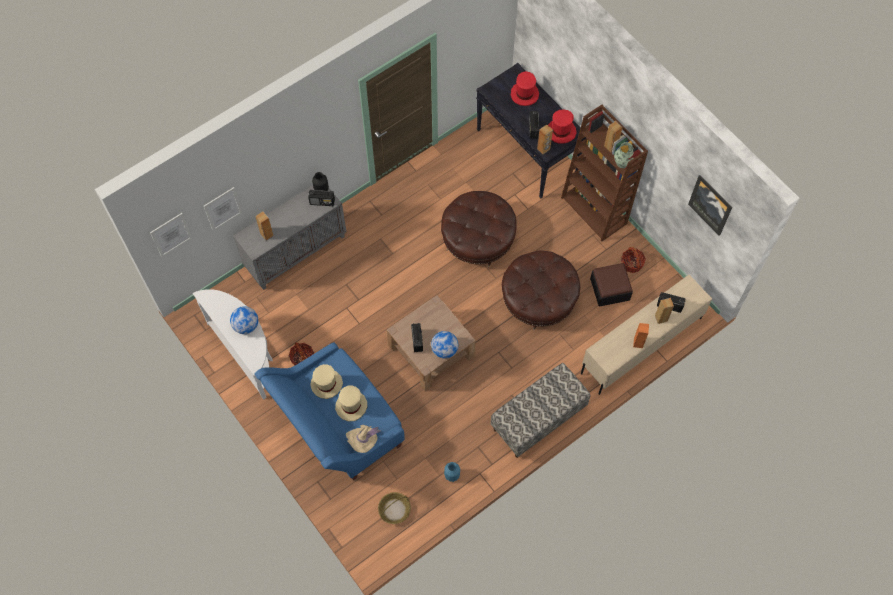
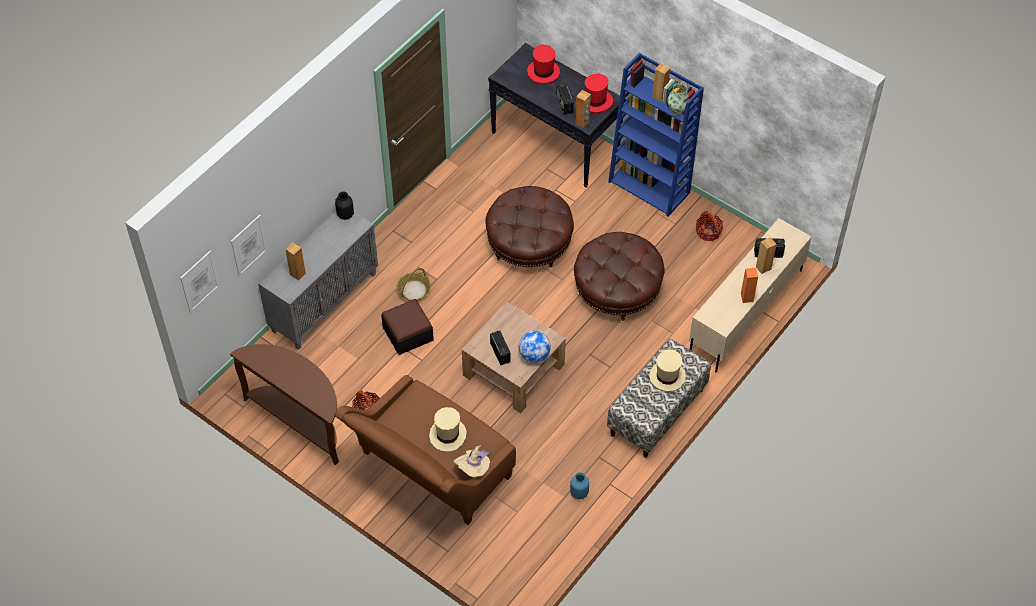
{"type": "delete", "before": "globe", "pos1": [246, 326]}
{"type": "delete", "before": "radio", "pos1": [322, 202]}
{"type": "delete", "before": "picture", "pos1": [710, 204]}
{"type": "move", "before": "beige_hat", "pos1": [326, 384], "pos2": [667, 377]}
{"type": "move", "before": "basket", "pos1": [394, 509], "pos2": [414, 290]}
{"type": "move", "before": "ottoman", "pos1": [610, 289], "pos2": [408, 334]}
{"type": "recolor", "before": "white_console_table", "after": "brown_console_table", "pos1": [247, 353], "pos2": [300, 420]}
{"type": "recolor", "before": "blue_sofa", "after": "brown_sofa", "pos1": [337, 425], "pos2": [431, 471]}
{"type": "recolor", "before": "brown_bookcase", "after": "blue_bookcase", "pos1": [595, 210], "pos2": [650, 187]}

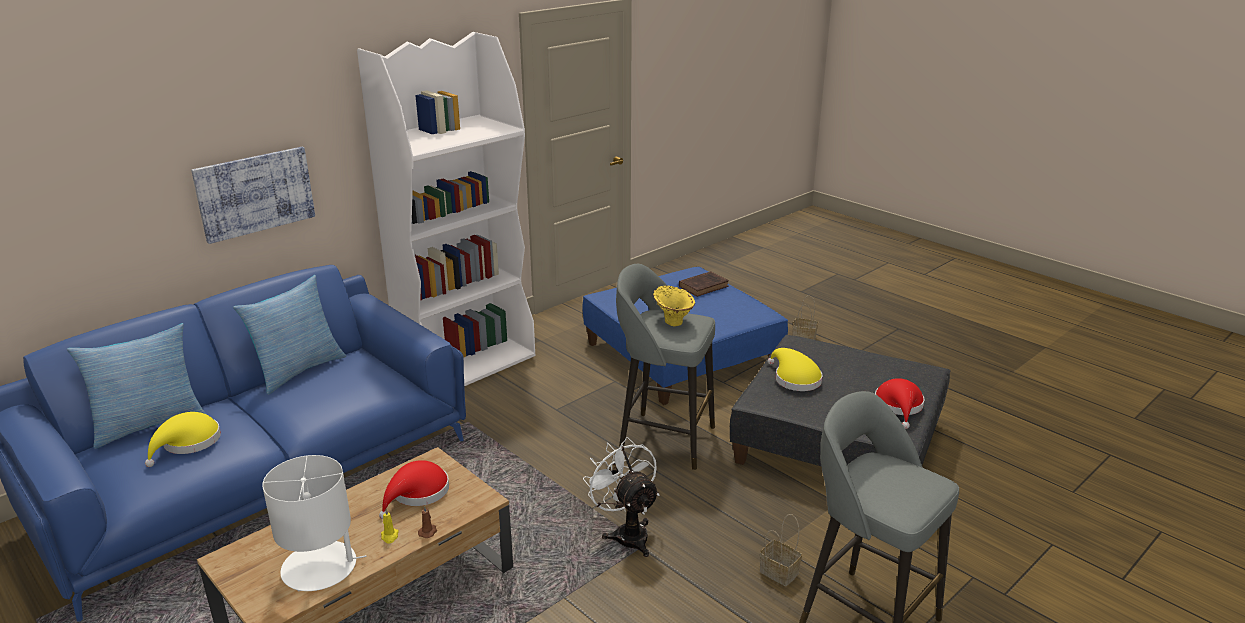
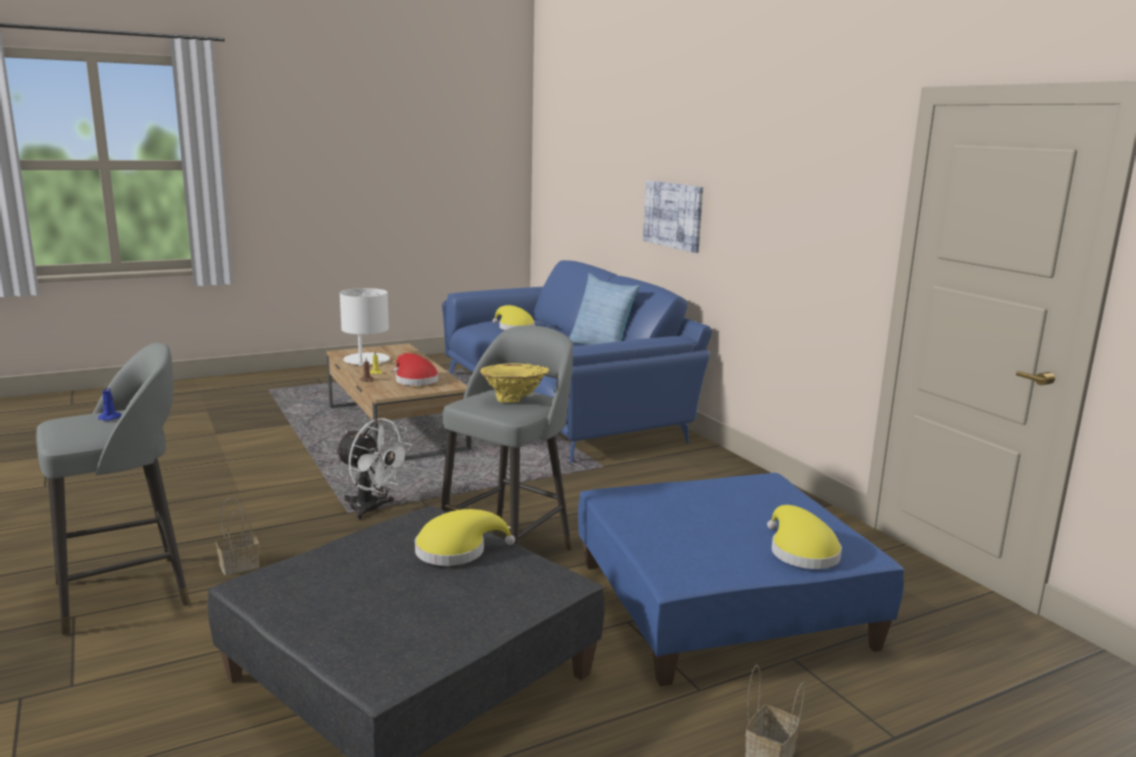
{"type": "delete", "before": "pillow", "pos1": [150, 424]}
{"type": "delete", "before": "white_bookcase", "pos1": [467, 363]}
{"type": "delete", "before": "red_hat", "pos1": [899, 406]}
{"type": "insert", "after": "blue_candle", "pos2": [111, 417]}
{"type": "replace", "before": "brown_book", "after": "yellow_hat", "pos1": [704, 286], "pos2": [801, 552]}
{"type": "rotate", "before": "white_fan", "pos1": [627, 533], "pos2": [372, 509], "turn": 45}

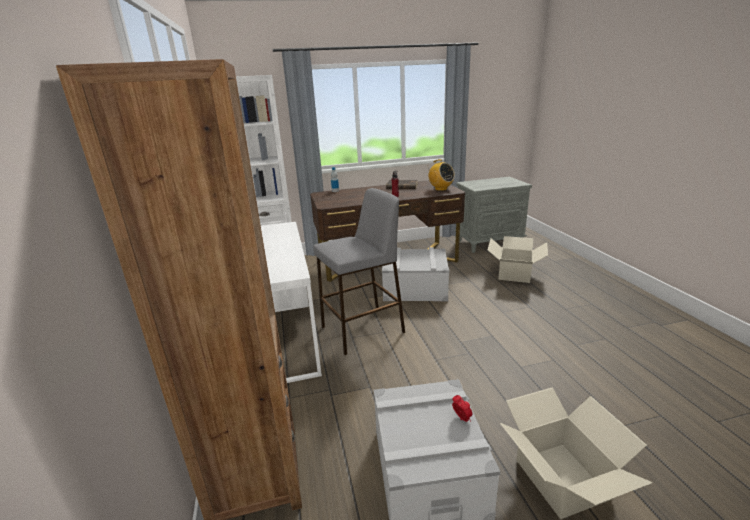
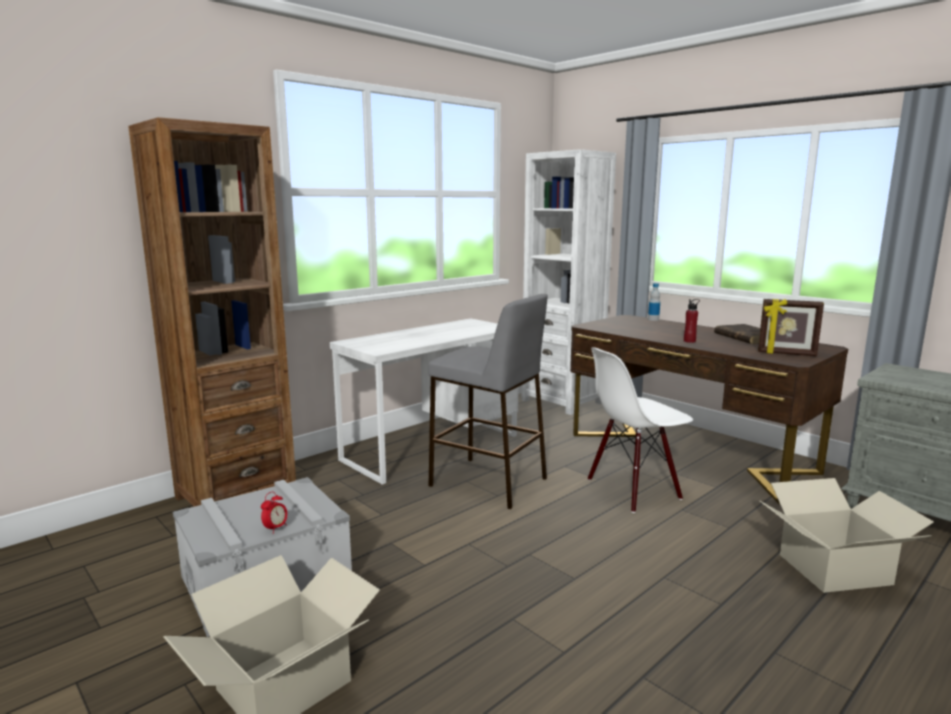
{"type": "replace", "before": "grey_storage_box", "after": "white_chair", "pos1": [415, 289], "pos2": [633, 490]}
{"type": "replace", "before": "radio", "after": "picture_frame", "pos1": [440, 189], "pos2": [786, 354]}

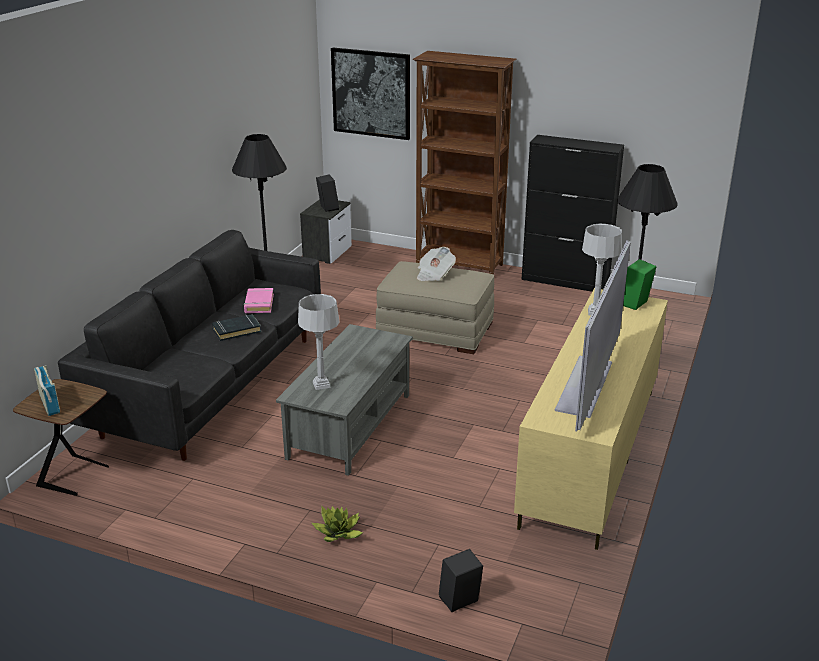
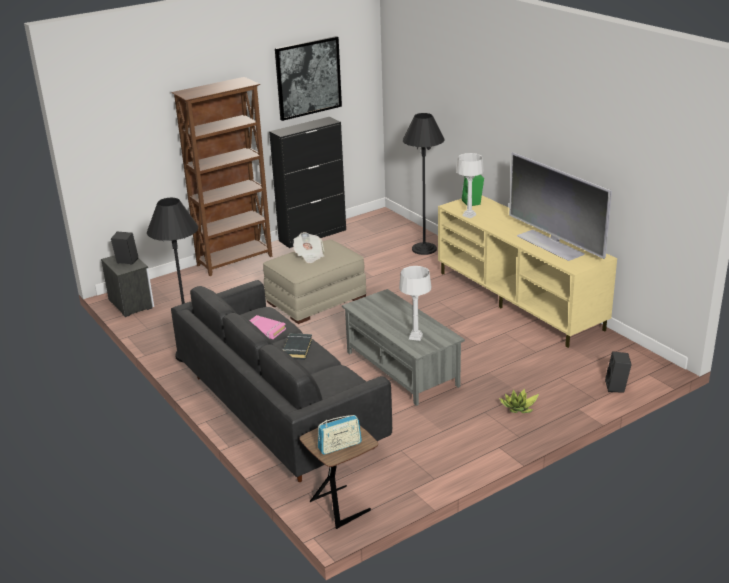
{"type": "move", "before": "picture", "pos1": [371, 93], "pos2": [308, 78]}
{"type": "rotate", "before": "radio", "pos1": [49, 404], "pos2": [340, 446], "turn": 150}

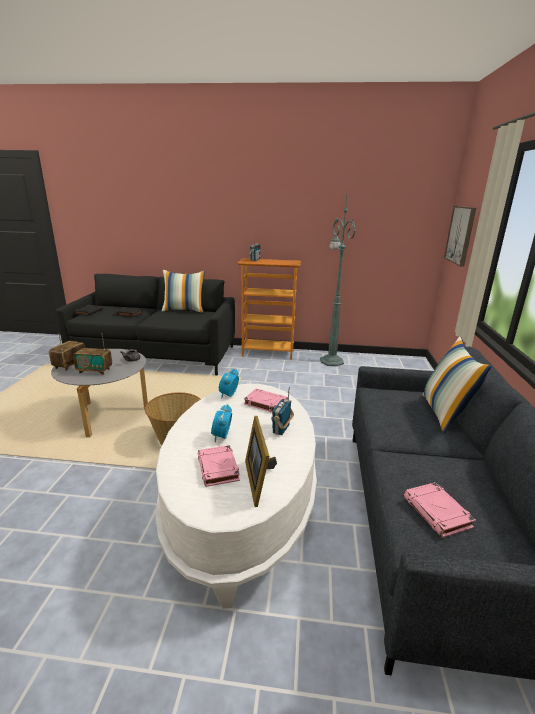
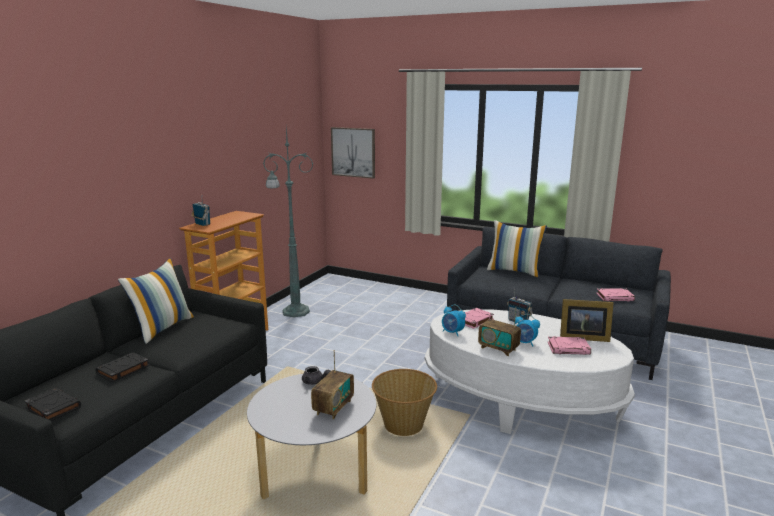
{"type": "move", "before": "radio", "pos1": [70, 365], "pos2": [498, 348]}

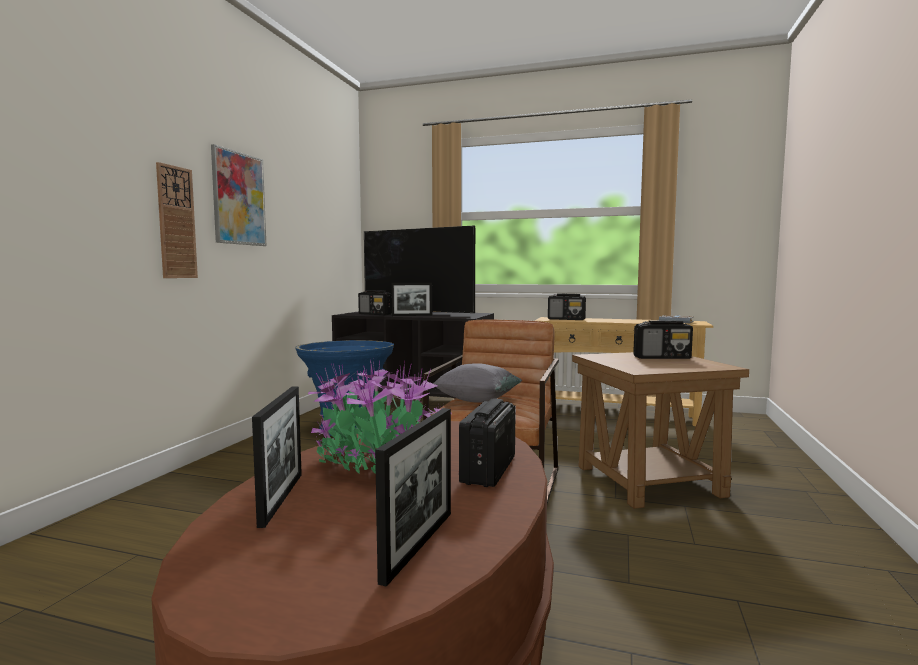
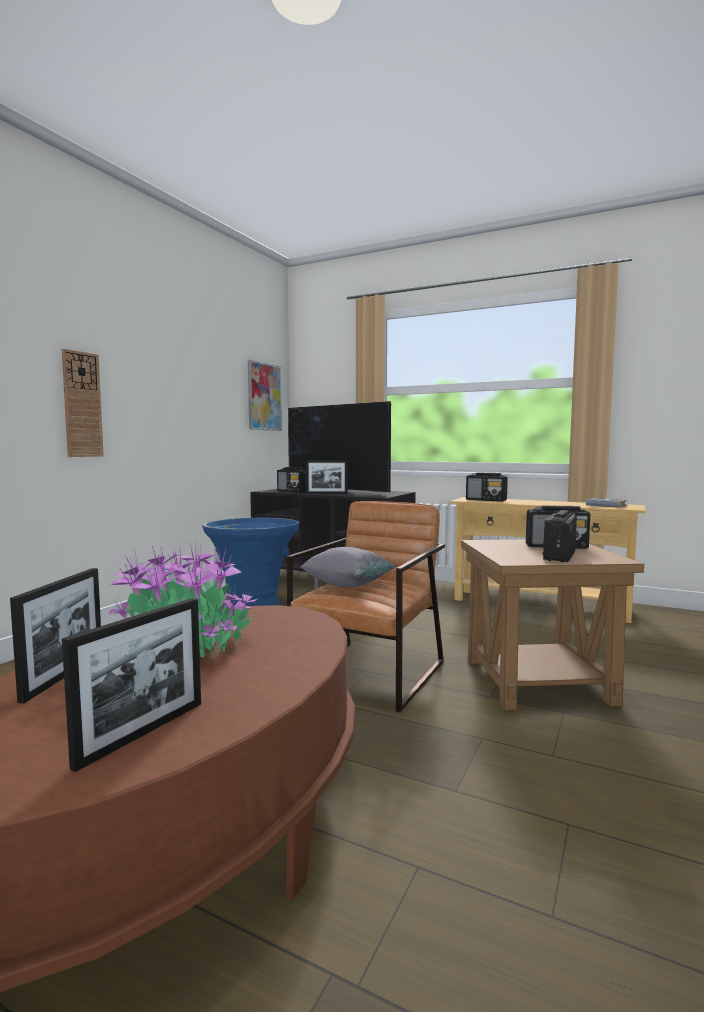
{"type": "move", "before": "picture", "pos1": [238, 199], "pos2": [264, 397]}
{"type": "move", "before": "radio", "pos1": [488, 470], "pos2": [559, 556]}

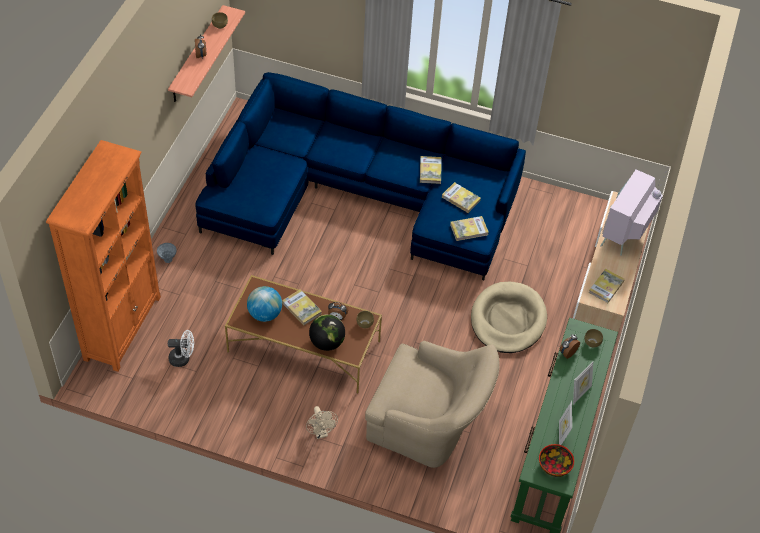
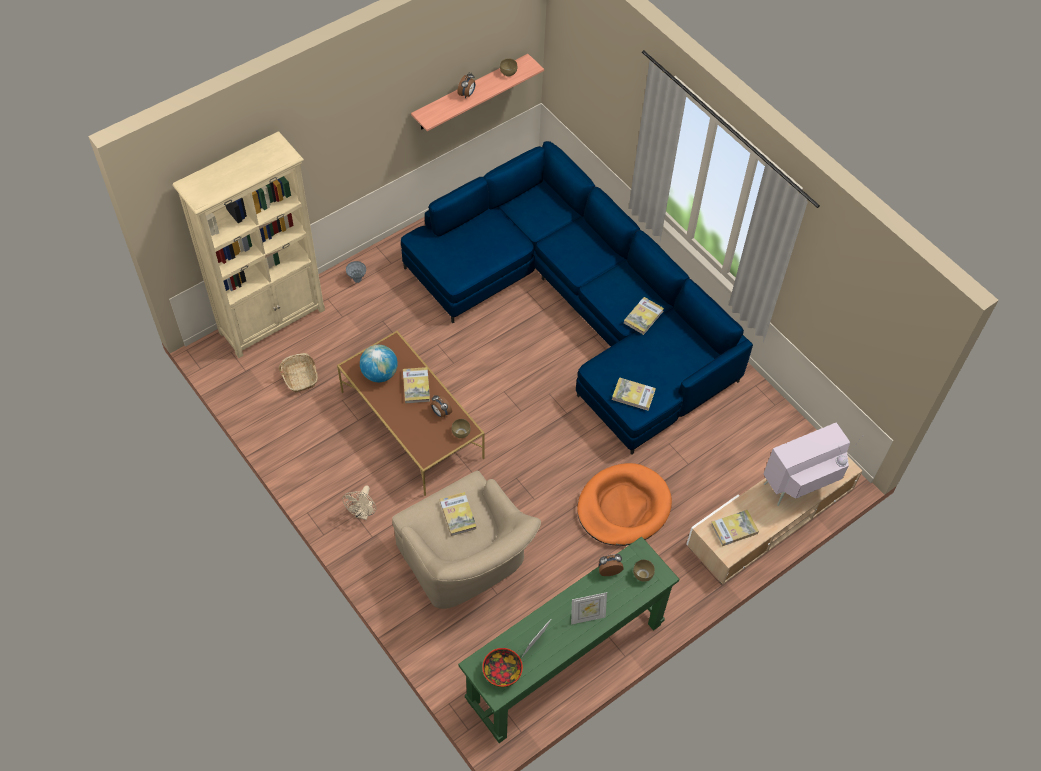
{"type": "delete", "before": "globe", "pos1": [327, 342]}
{"type": "move", "before": "book", "pos1": [461, 199], "pos2": [458, 515]}
{"type": "replace", "before": "white_fan", "after": "basket", "pos1": [183, 358], "pos2": [300, 376]}
{"type": "recolor", "before": "orange_bookcase", "after": "beige_bookcase", "pos1": [123, 327], "pos2": [273, 321]}
{"type": "recolor", "before": "beige_dog_bed", "after": "orange_dog_bed", "pos1": [508, 320], "pos2": [623, 507]}

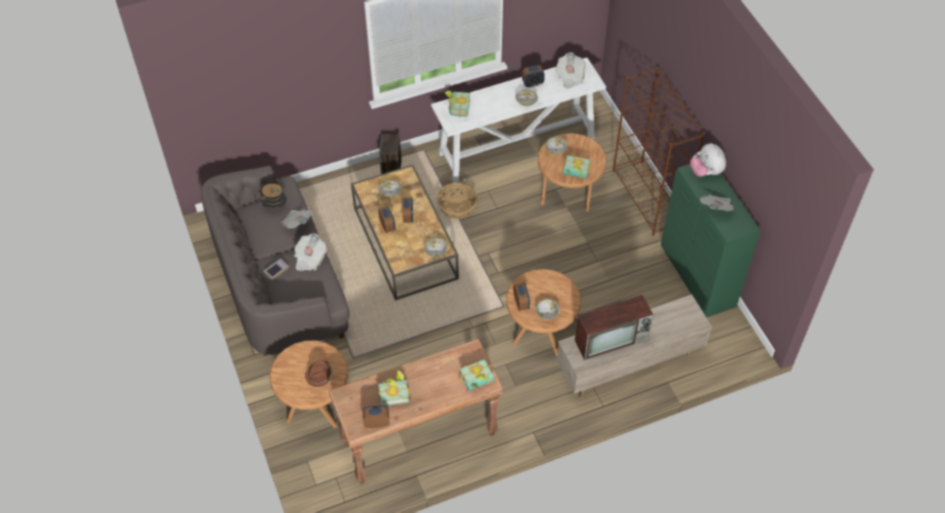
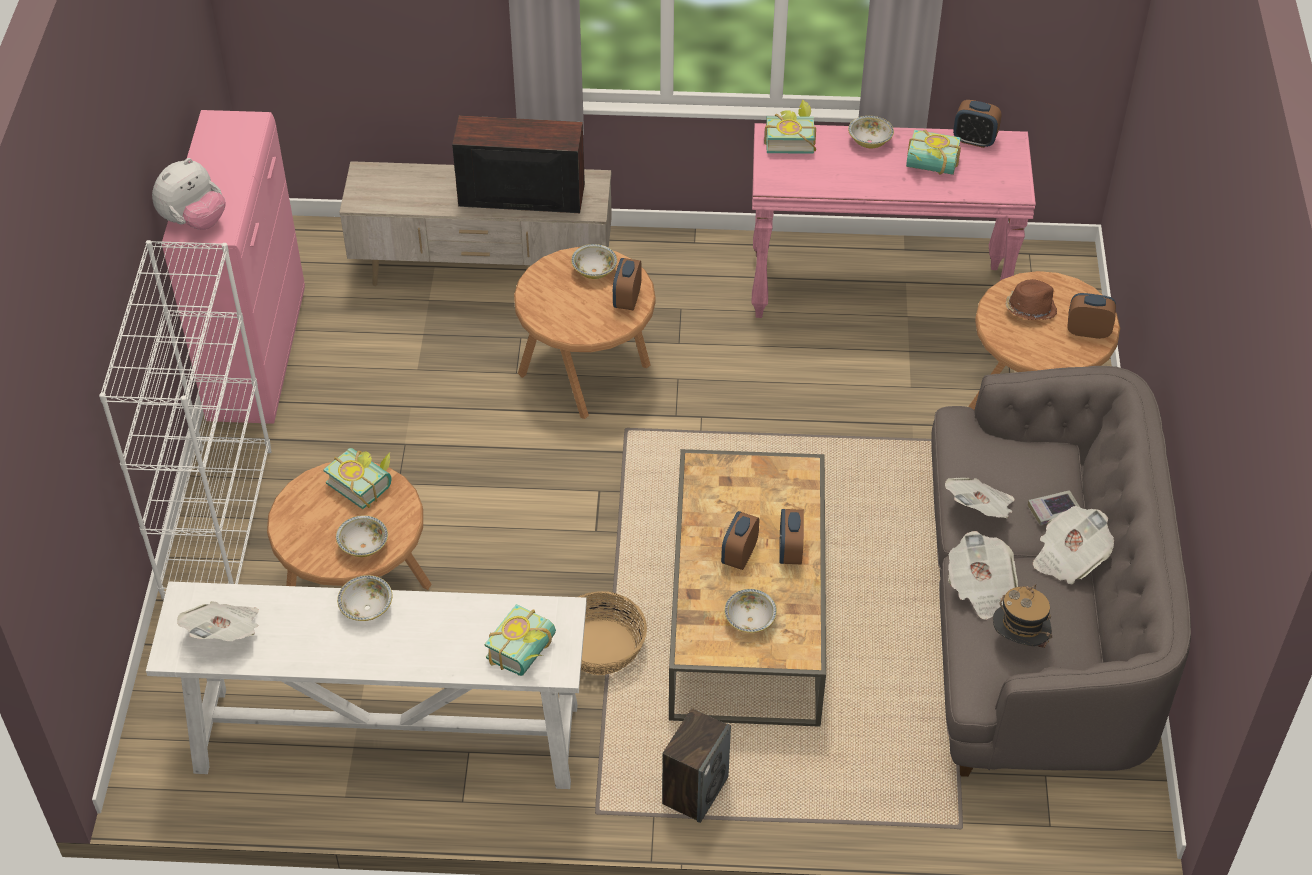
{"type": "move", "before": "bowl", "pos1": [436, 251], "pos2": [869, 141]}
{"type": "move", "before": "alarm_clock", "pos1": [532, 83], "pos2": [1088, 331]}
{"type": "move", "before": "newspaper", "pos1": [716, 208], "pos2": [1068, 557]}
{"type": "recolor", "before": "brown_console_table", "after": "pink_console_table", "pos1": [419, 439], "pos2": [878, 290]}
{"type": "recolor", "before": "brown_bookcase", "after": "white_bookcase", "pos1": [648, 198], "pos2": [217, 521]}
{"type": "recolor", "before": "green_cabinet", "after": "pink_cabinet", "pos1": [698, 277], "pos2": [257, 356]}
{"type": "rotate", "before": "plush_toy", "pos1": [706, 172], "pos2": [194, 221], "turn": 45}

